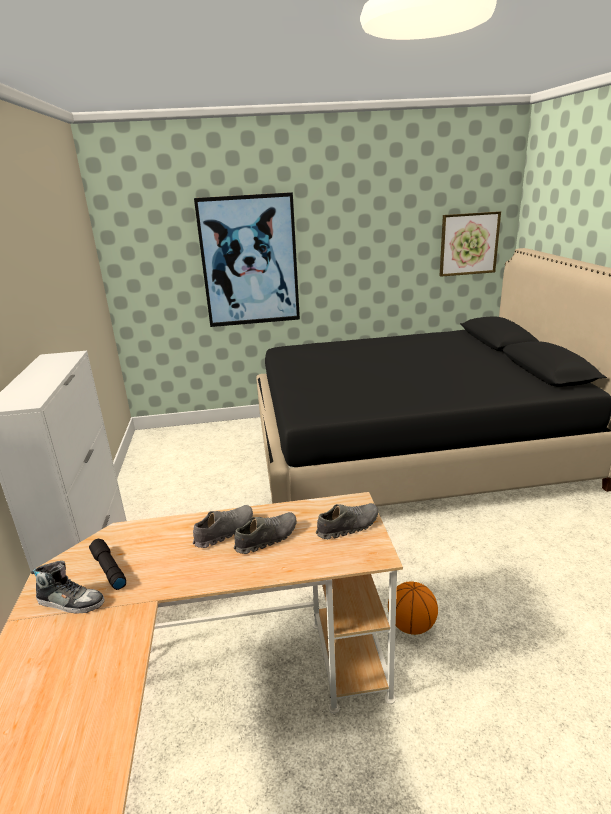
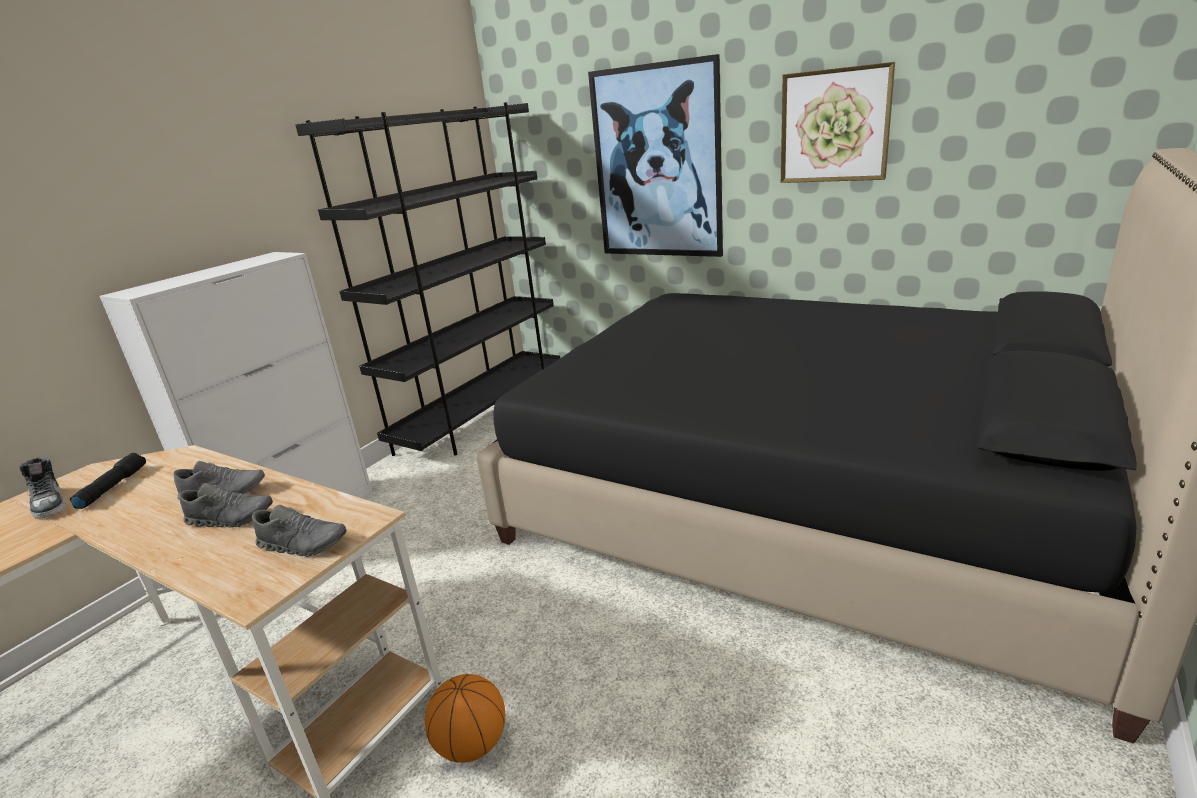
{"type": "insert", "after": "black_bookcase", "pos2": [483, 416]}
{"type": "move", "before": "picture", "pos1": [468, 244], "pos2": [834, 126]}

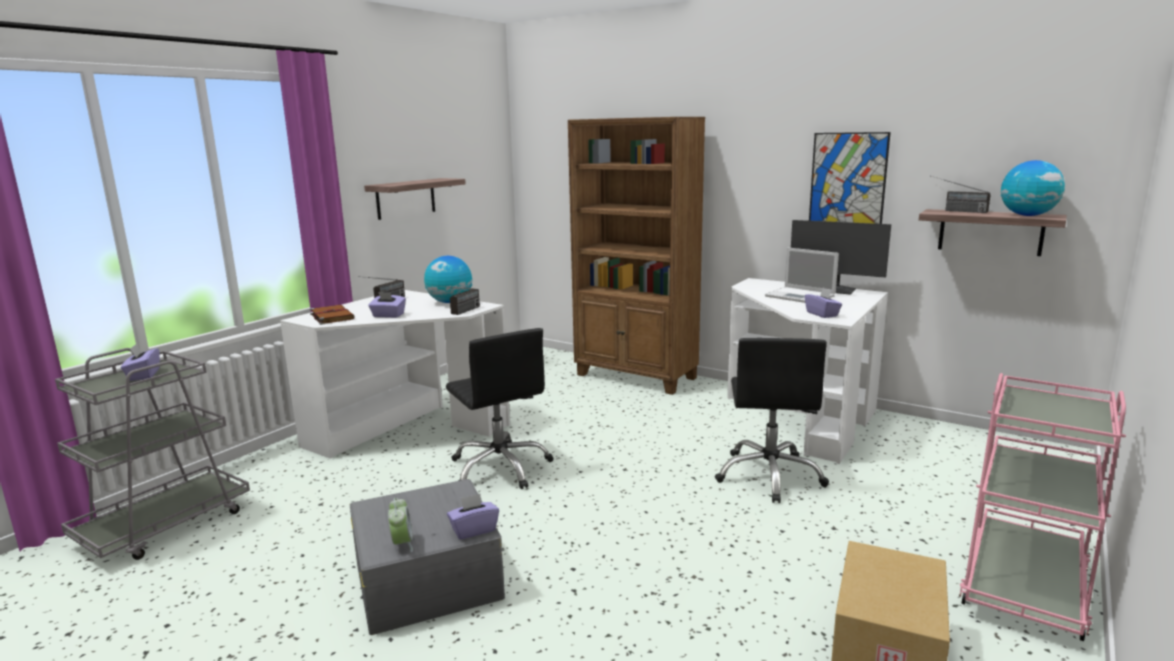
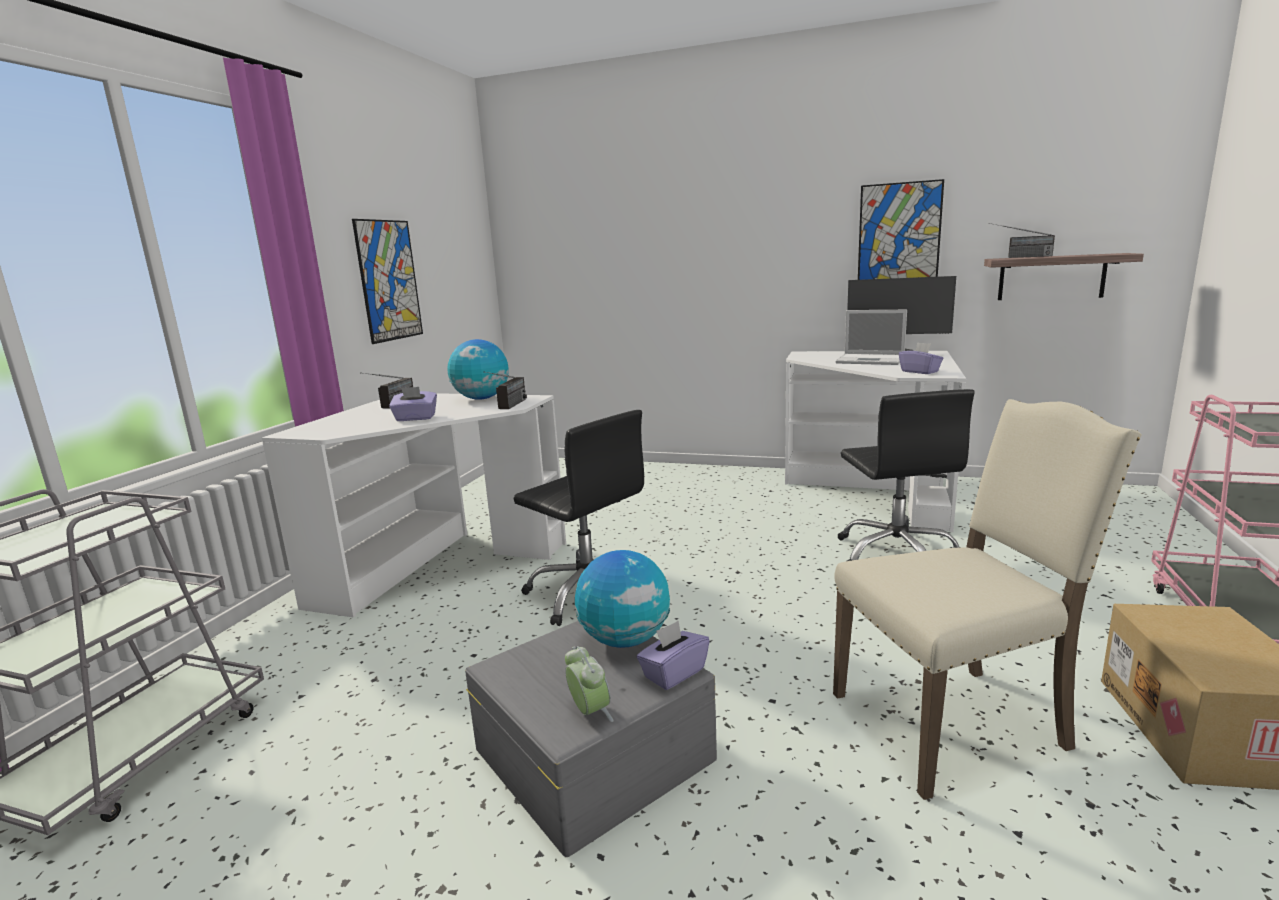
{"type": "delete", "before": "purple_tissue_box", "pos1": [143, 375]}
{"type": "delete", "before": "brown_book", "pos1": [331, 316]}
{"type": "delete", "before": "brown_bookcase", "pos1": [636, 377]}
{"type": "insert", "after": "beige_chair", "pos2": [954, 722]}
{"type": "move", "before": "globe", "pos1": [1027, 215], "pos2": [624, 639]}
{"type": "replace", "before": "shelf", "after": "picture", "pos1": [406, 198], "pos2": [389, 280]}

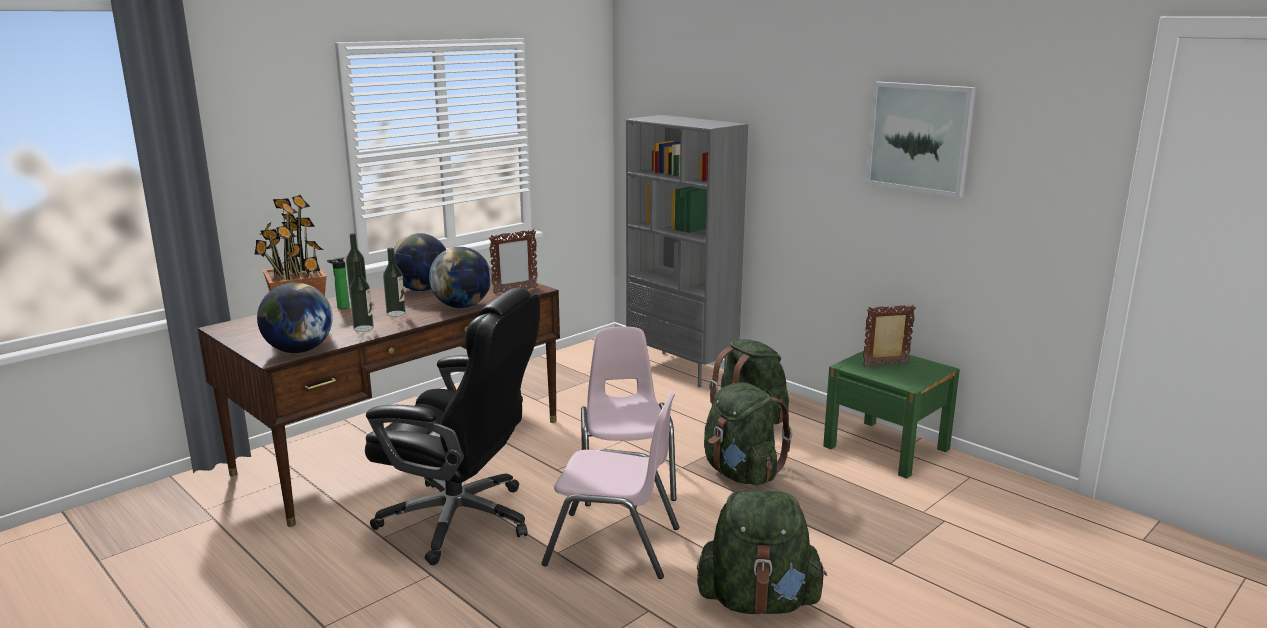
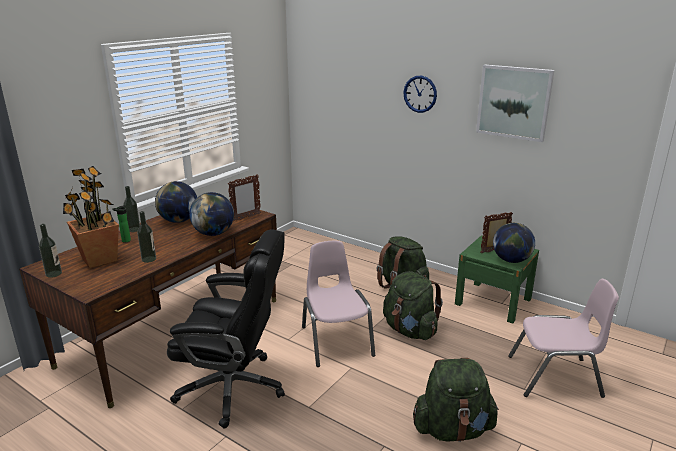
{"type": "delete", "before": "grey_bookcase", "pos1": [682, 369]}
{"type": "insert", "after": "wall_clock", "pos2": [420, 94]}
{"type": "move", "before": "globe", "pos1": [299, 350], "pos2": [511, 260]}
{"type": "move", "before": "bottle", "pos1": [396, 313], "pos2": [54, 274]}
{"type": "move", "before": "pink_chair", "pos1": [613, 546], "pos2": [555, 377]}

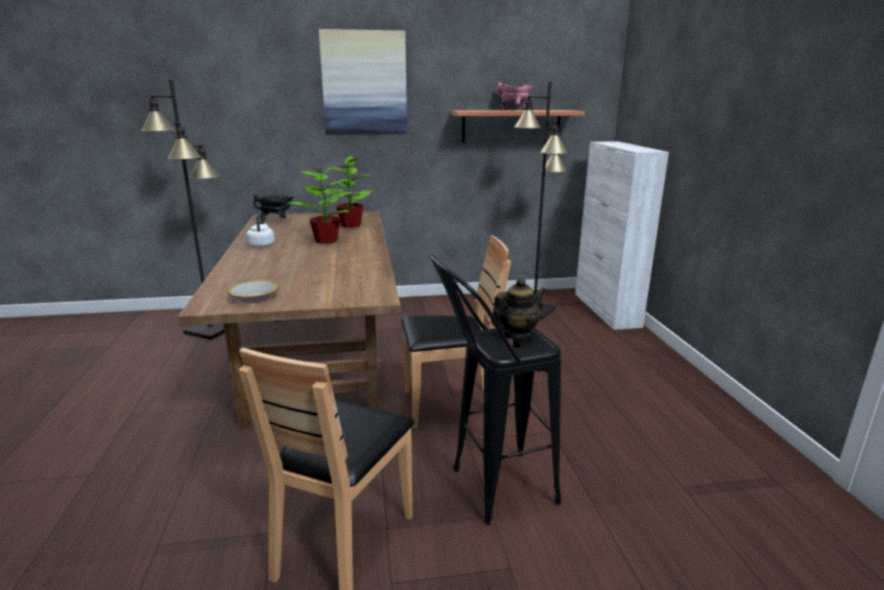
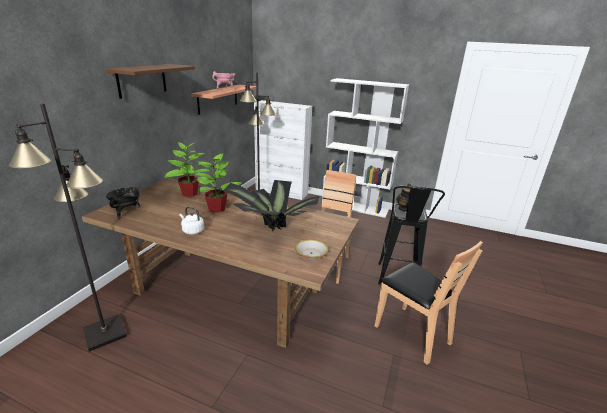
{"type": "insert", "after": "potted_plant", "pos2": [270, 227]}
{"type": "insert", "after": "white_bookcase", "pos2": [355, 207]}
{"type": "replace", "before": "picture", "after": "brown_shelf", "pos1": [364, 83], "pos2": [142, 80]}

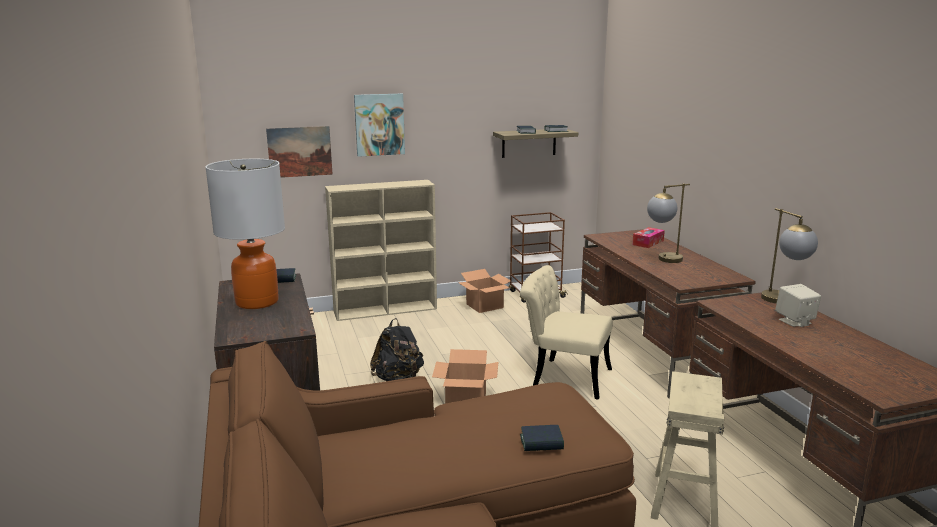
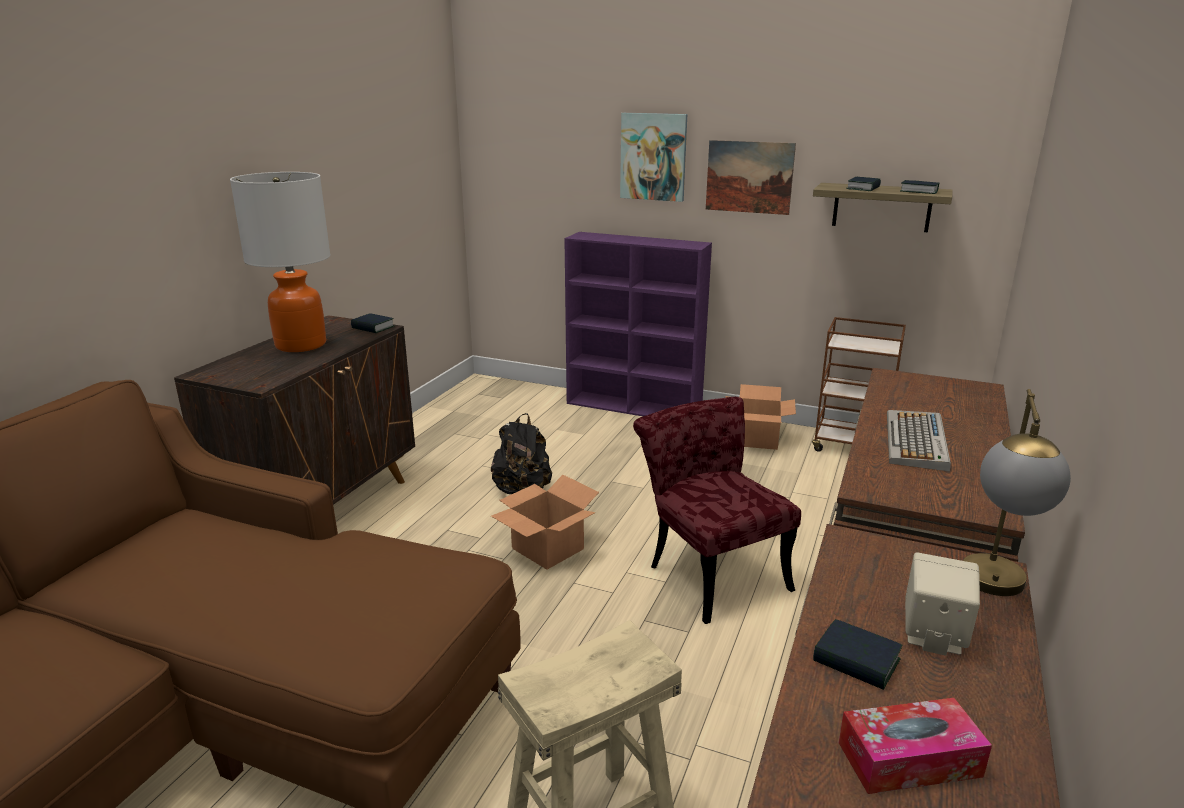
{"type": "move", "before": "picture", "pos1": [300, 151], "pos2": [749, 177]}
{"type": "move", "before": "book", "pos1": [541, 442], "pos2": [856, 661]}
{"type": "move", "before": "tissue_box", "pos1": [648, 242], "pos2": [909, 759]}
{"type": "replace", "before": "table_lamp", "after": "keyboard", "pos1": [663, 260], "pos2": [917, 441]}
{"type": "recolor", "before": "beige_bookcase", "after": "purple_bookcase", "pos1": [386, 310], "pos2": [635, 407]}
{"type": "recolor", "before": "beige_chair", "after": "red_chair", "pos1": [563, 376], "pos2": [709, 571]}

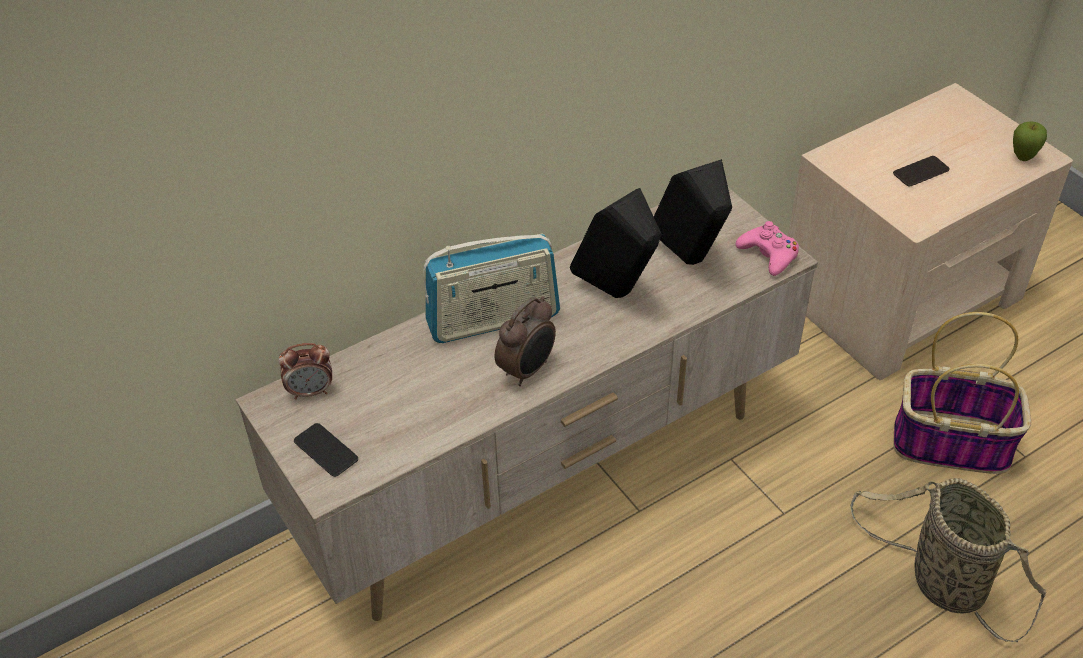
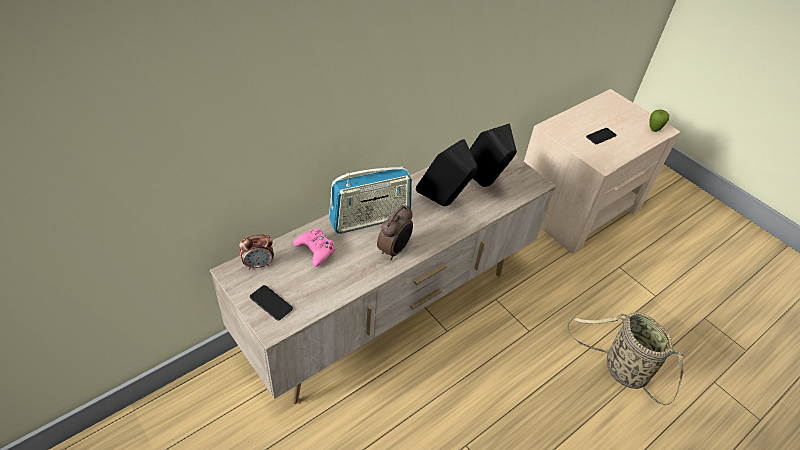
{"type": "delete", "before": "basket", "pos1": [952, 443]}
{"type": "move", "before": "pink_game_controller", "pos1": [769, 255], "pos2": [316, 250]}

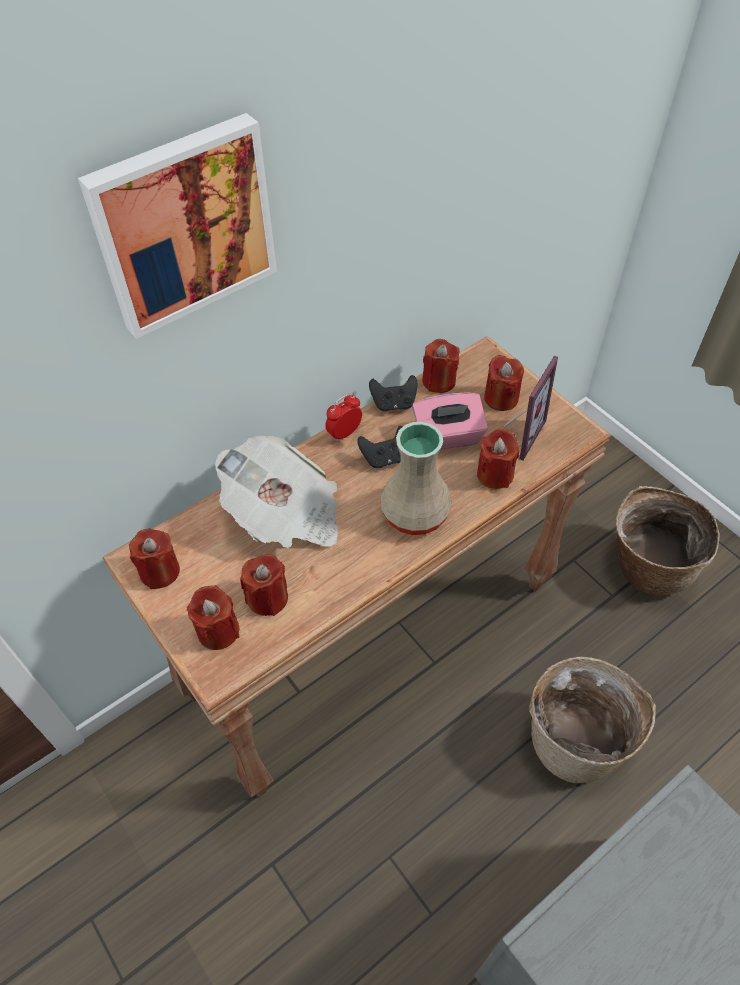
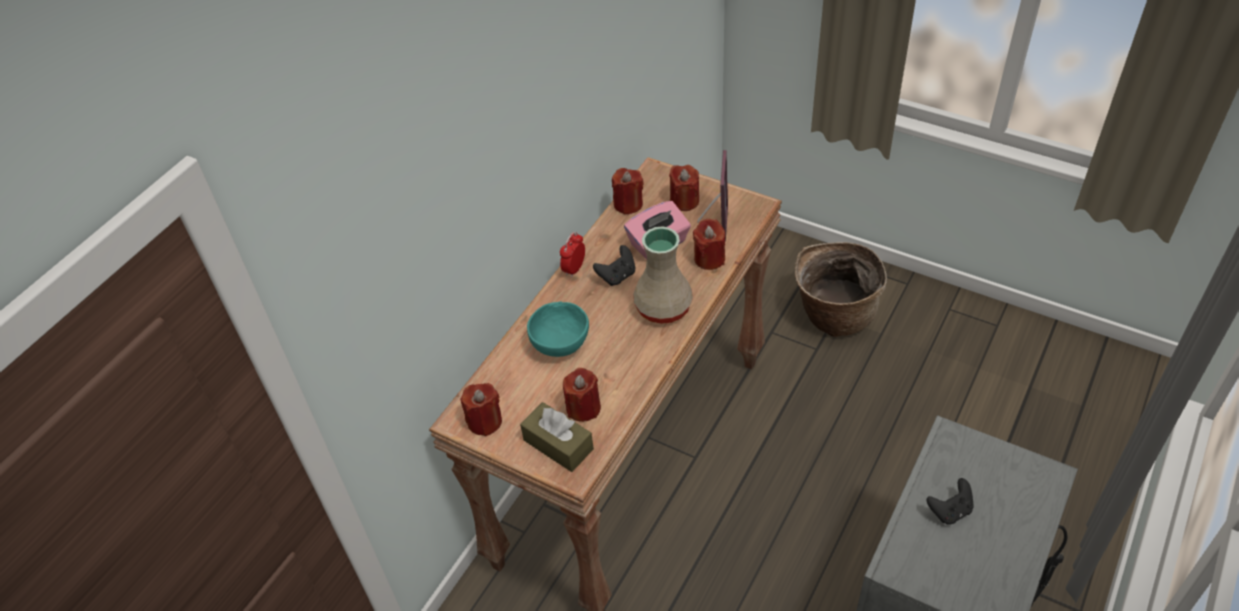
{"type": "delete", "before": "picture", "pos1": [183, 225]}
{"type": "delete", "before": "basket", "pos1": [577, 738]}
{"type": "move", "before": "black_game_controller", "pos1": [393, 404], "pos2": [950, 511]}
{"type": "replace", "before": "red_candle", "after": "brown_tissue_box", "pos1": [218, 631], "pos2": [558, 444]}
{"type": "replace", "before": "newspaper", "after": "turquoise_bowl", "pos1": [285, 514], "pos2": [561, 344]}

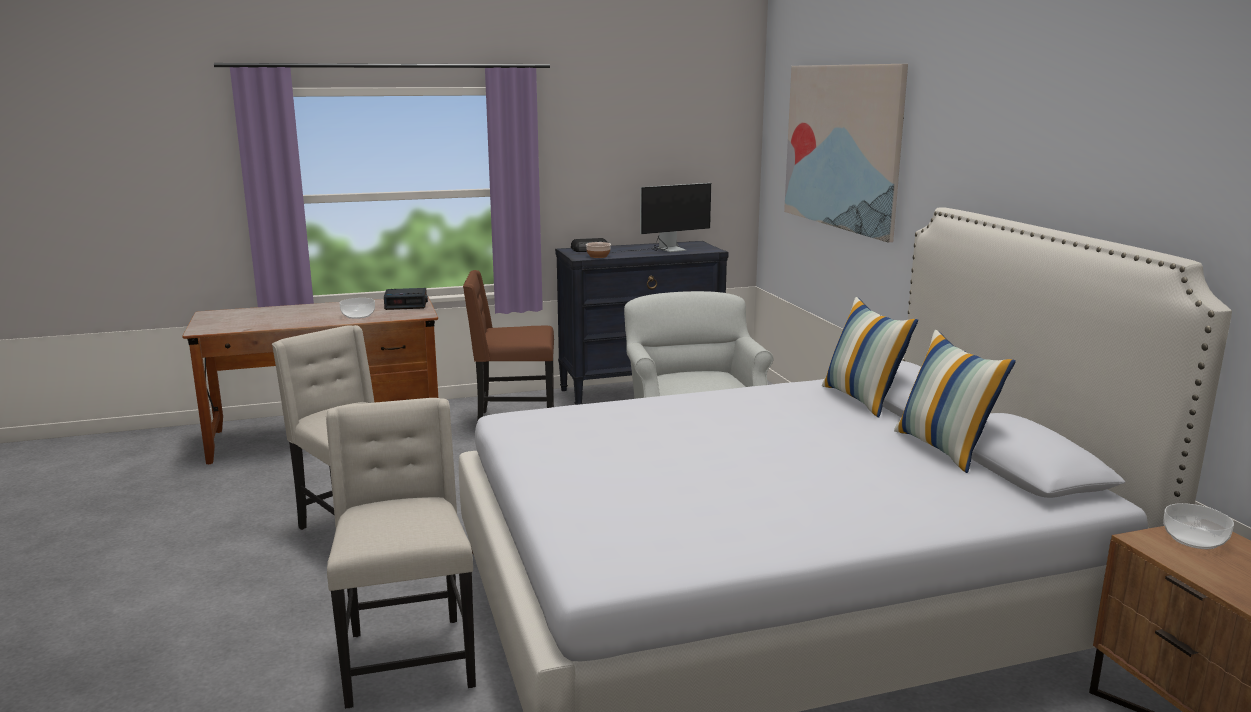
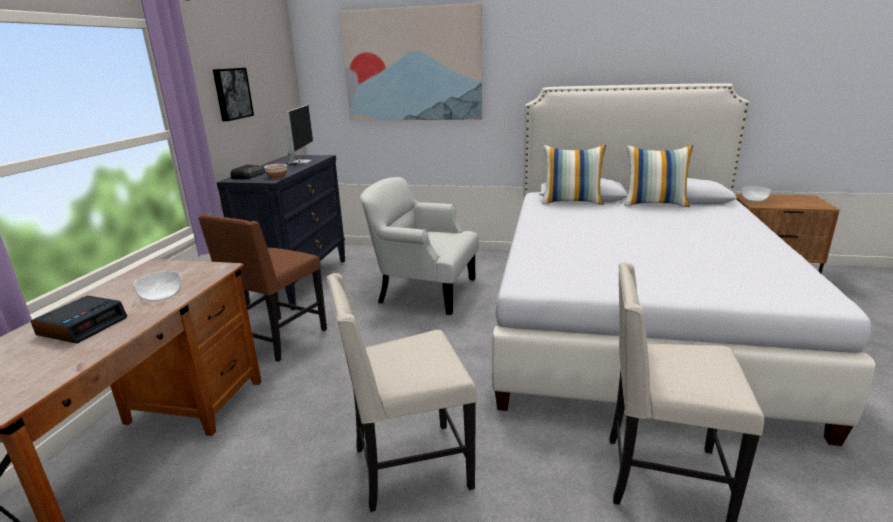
{"type": "insert", "after": "picture", "pos2": [231, 93]}
{"type": "move", "before": "alarm_clock", "pos1": [406, 304], "pos2": [83, 326]}

